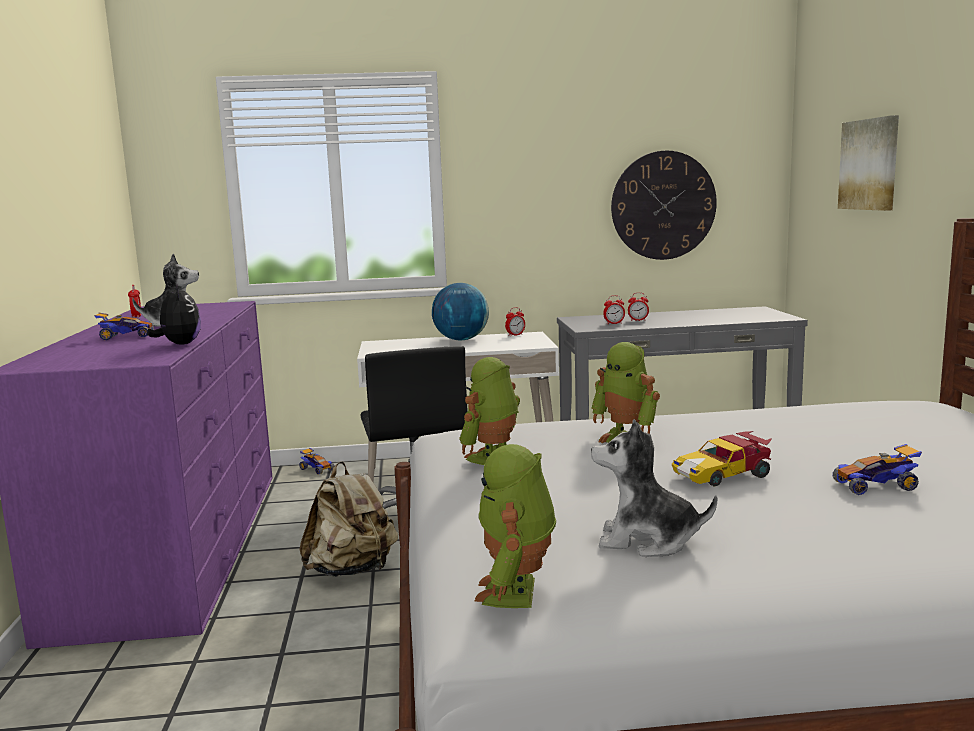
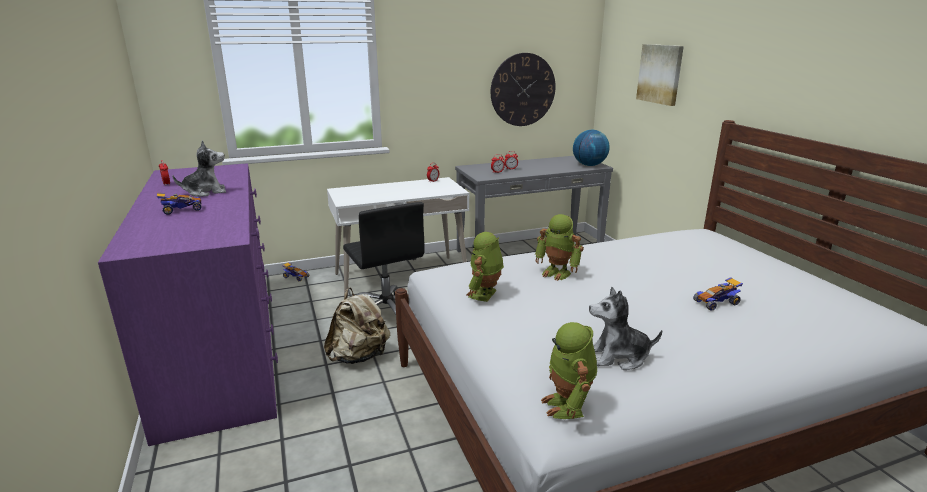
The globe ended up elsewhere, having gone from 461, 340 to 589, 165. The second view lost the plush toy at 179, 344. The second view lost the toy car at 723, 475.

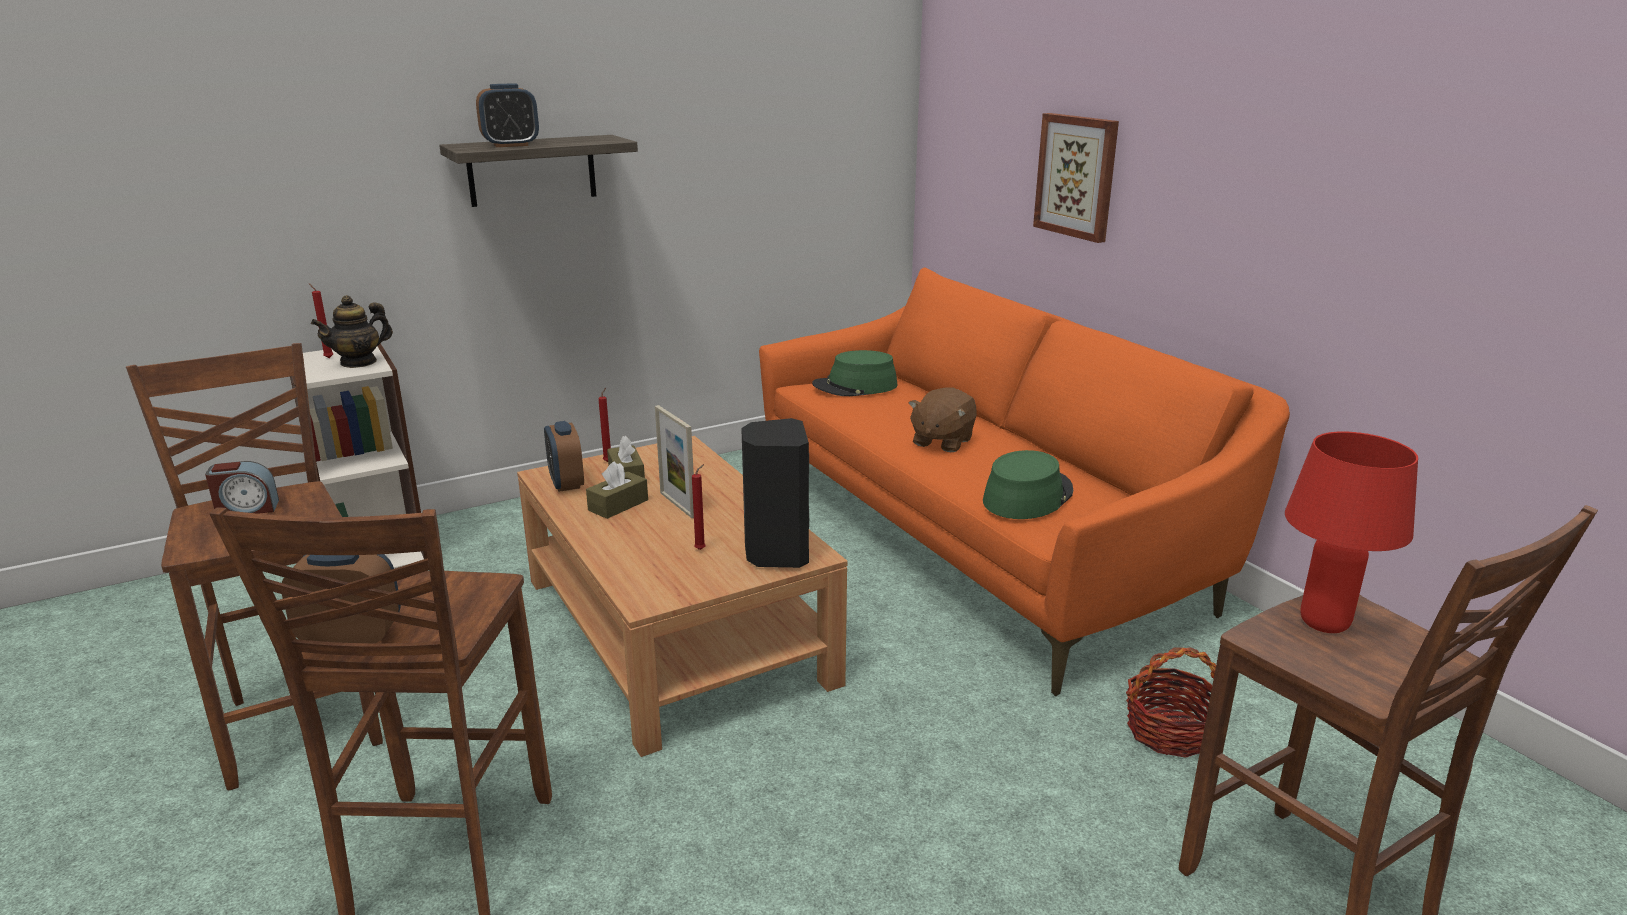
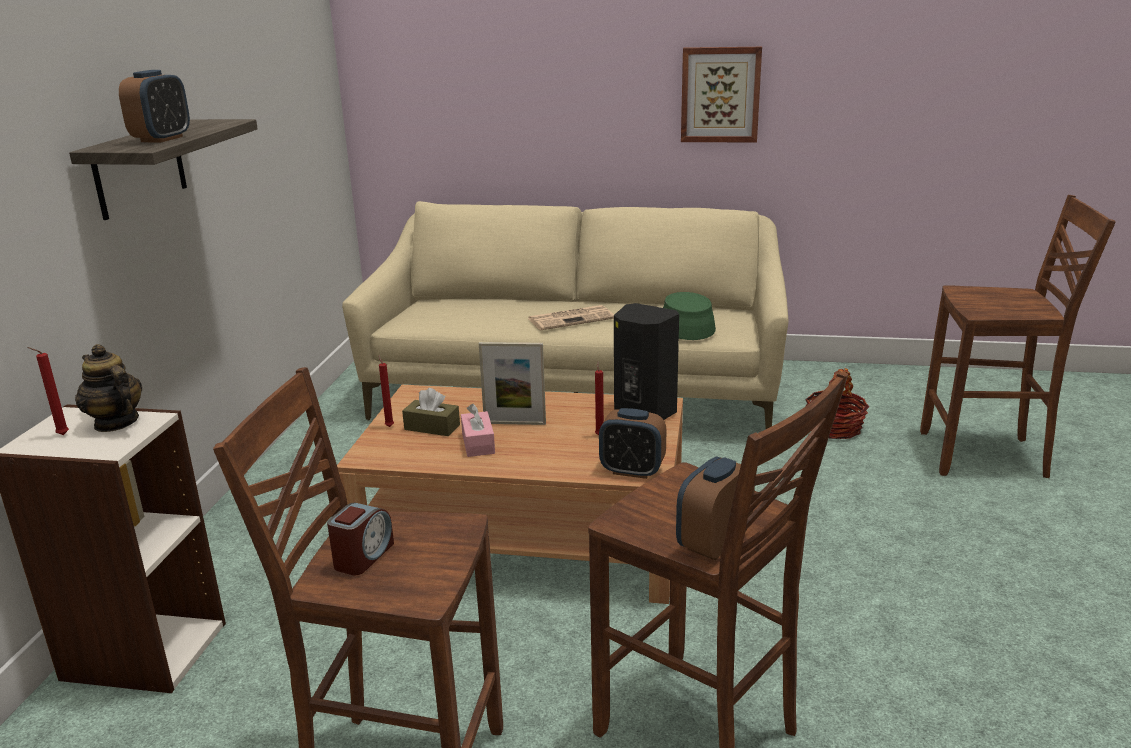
The teapot at 359, 362 ended up facing another way, 135 degrees clockwise from before. What was the orange sofa at 978, 538 turned into the beige sofa at 576, 391. What was the brown tissue box at 618, 505 turned into the pink tissue box at 478, 443. Where the brown plush toy stood at 941, 441, the newspaper came to stand at 571, 318. The alarm clock ended up elsewhere, having gone from 566, 483 to 632, 471. The picture ended up elsewhere, having gone from 1077, 176 to 720, 94. The second view lost the green hat at 855, 386. The second view lost the red table lamp at 1322, 623.

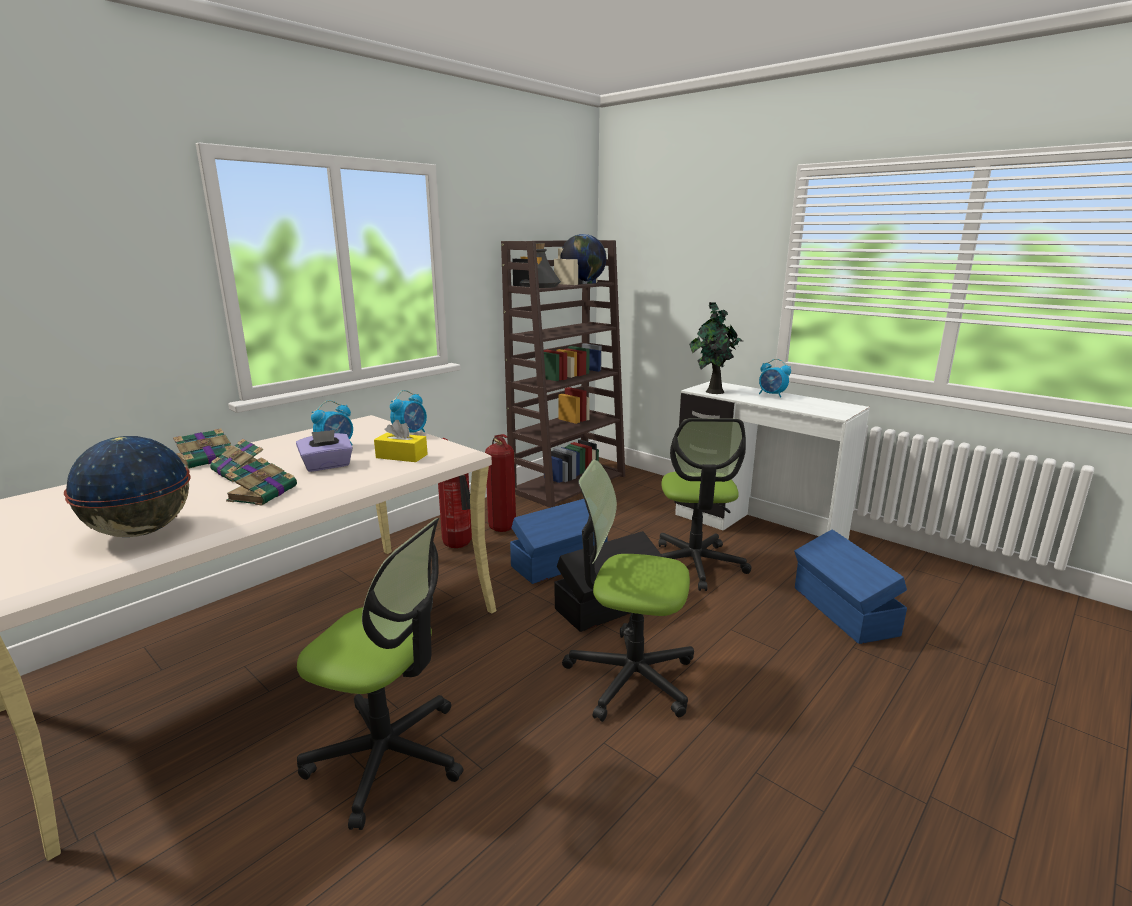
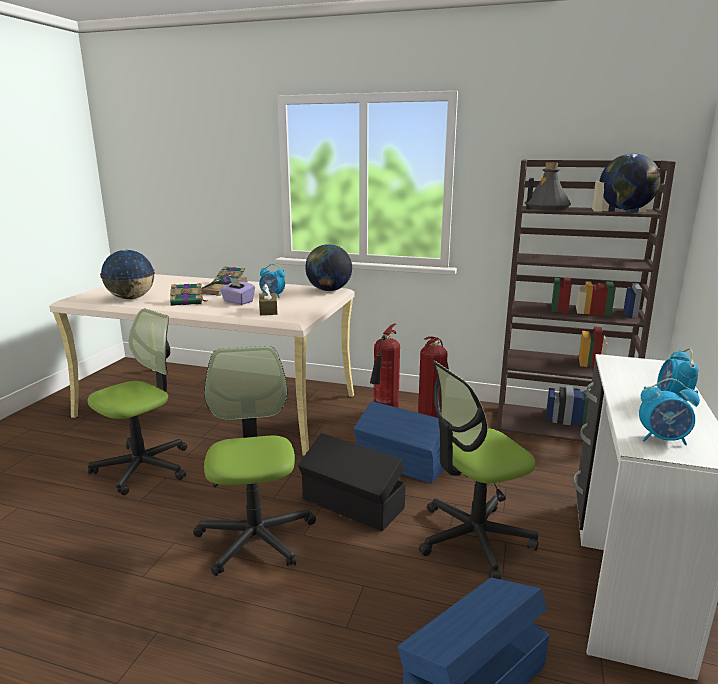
The office chair at 388, 757 ended up facing another way, 135 degrees counterclockwise from before. What was the yellow tissue box at 401, 456 turned into the brown tissue box at 268, 310. The second view gained the globe at 328, 290. The alarm clock ended up elsewhere, having gone from 410, 434 to 663, 439. The second view lost the potted plant at 713, 391.

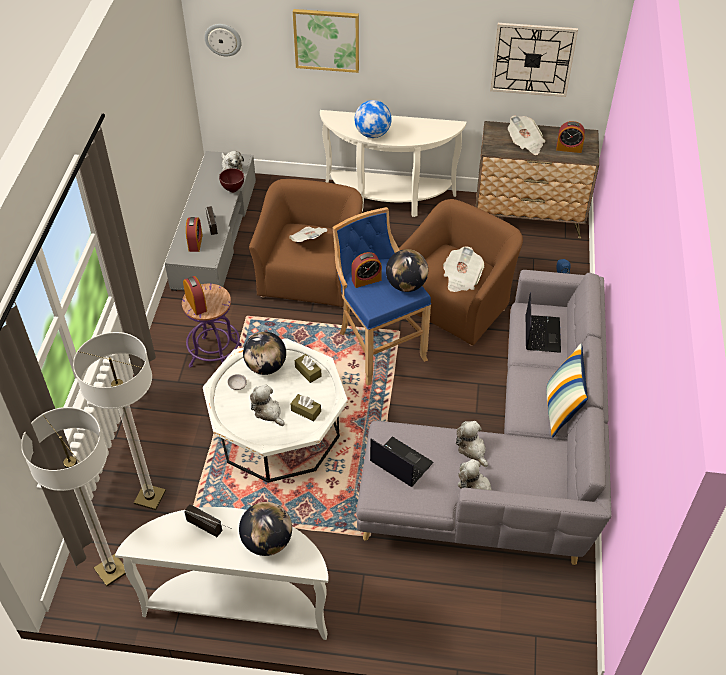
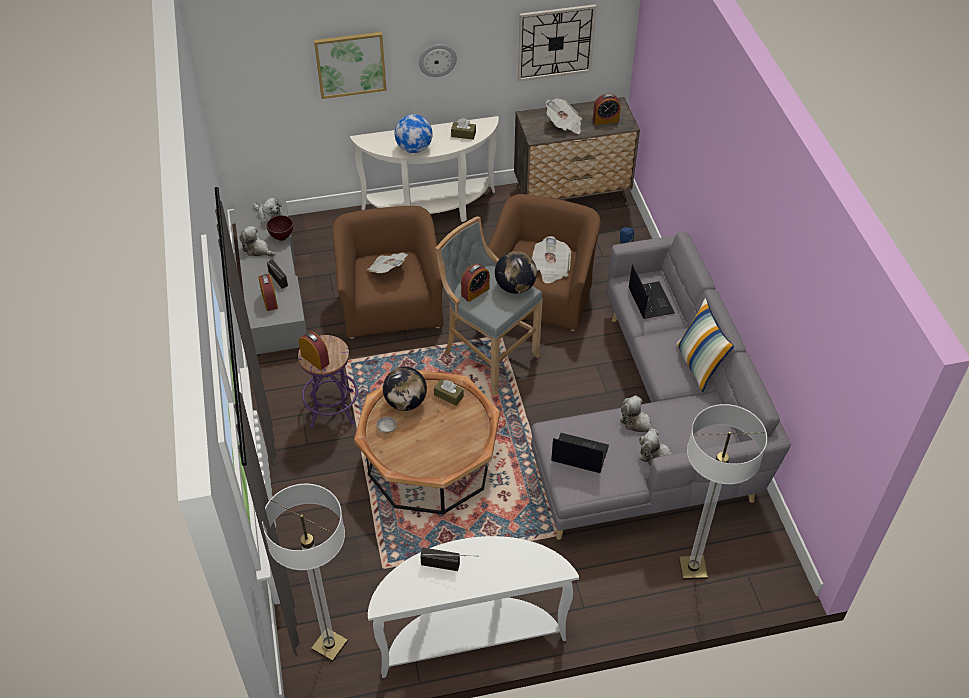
The plush toy ended up elsewhere, having gone from 268, 412 to 257, 250. What was the white coffee table at 278, 431 turned into the brown coffee table at 429, 463. The wall clock ended up elsewhere, having gone from 223, 39 to 437, 60. What was the blue stool at 378, 346 turned into the grey stool at 487, 355. The brown tissue box ended up elsewhere, having gone from 306, 411 to 463, 134. The floor lamp ended up elsewhere, having gone from 150, 497 to 692, 568. The second view lost the globe at 267, 542.

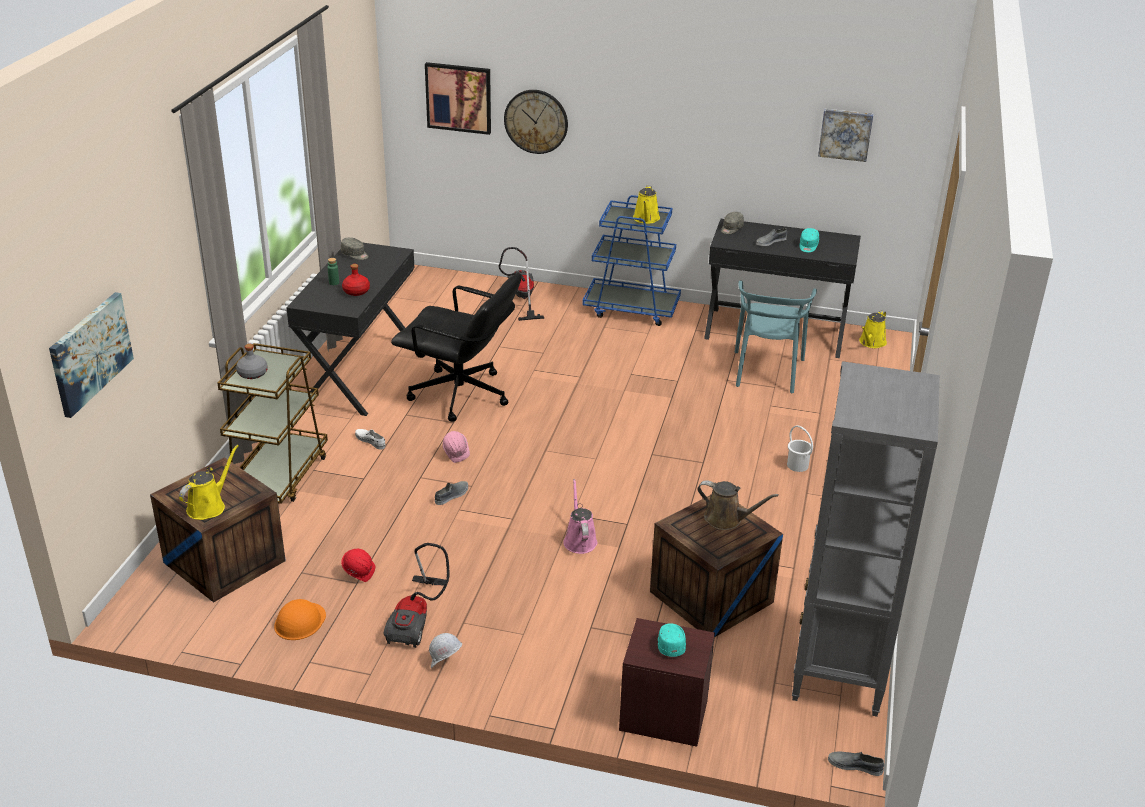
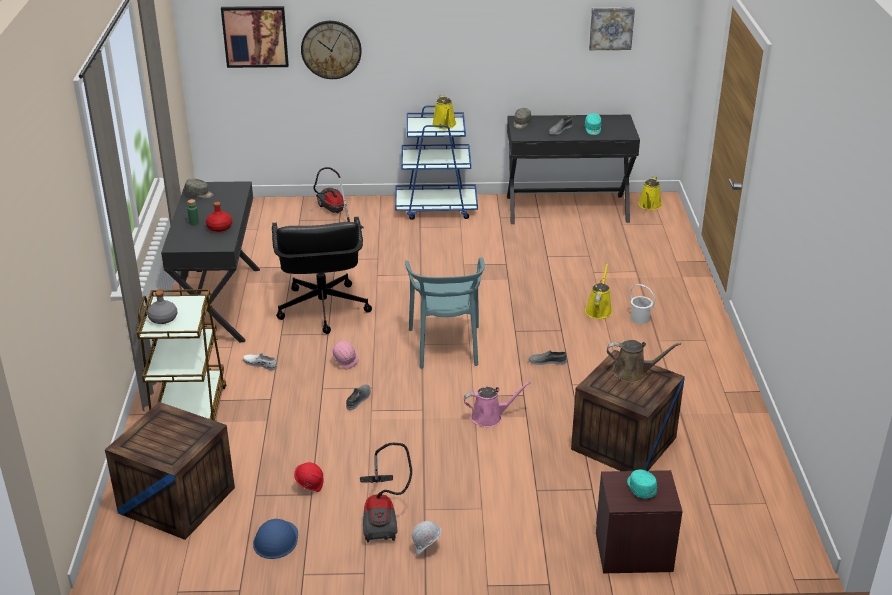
What was the orange hard hat at 300, 621 turned into the blue hard hat at 276, 540. The black office chair at 460, 395 ended up facing another way, 75 degrees clockwise from before. The turquoise chair ended up elsewhere, having gone from 767, 371 to 446, 346. The pink watering can at 579, 540 ended up facing another way, 105 degrees clockwise from before. The grey shoe ended up elsewhere, having gone from 855, 765 to 547, 361. The yellow watering can ended up elsewhere, having gone from 209, 506 to 599, 309. The second view lost the picture at 90, 353. The second view lost the grey bookcase at 838, 671.

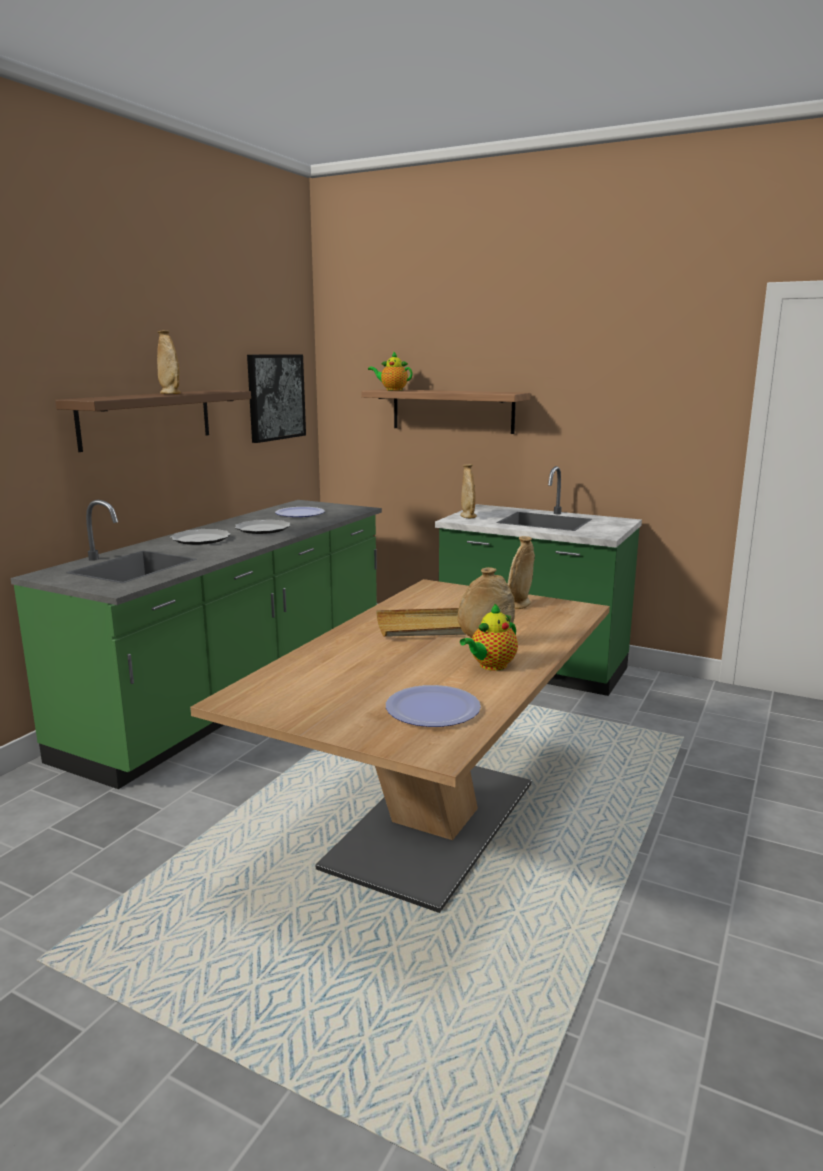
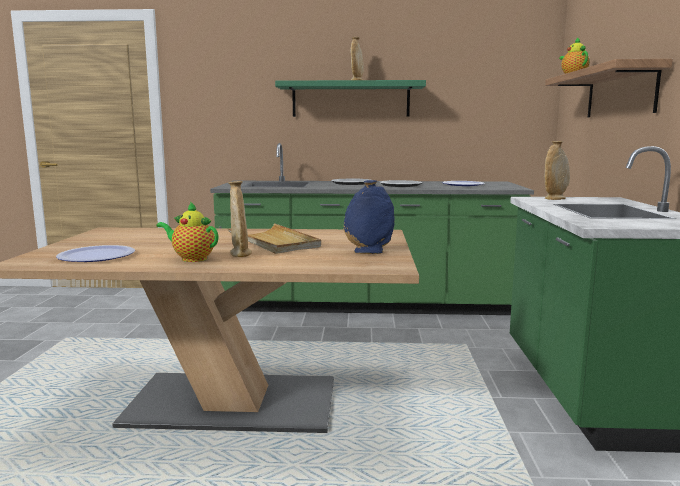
What was the brown shelf at 147, 418 turned into the green shelf at 350, 100. What was the beige vase at 519, 605 turned into the blue vase at 368, 252. The second view lost the picture at 275, 397.

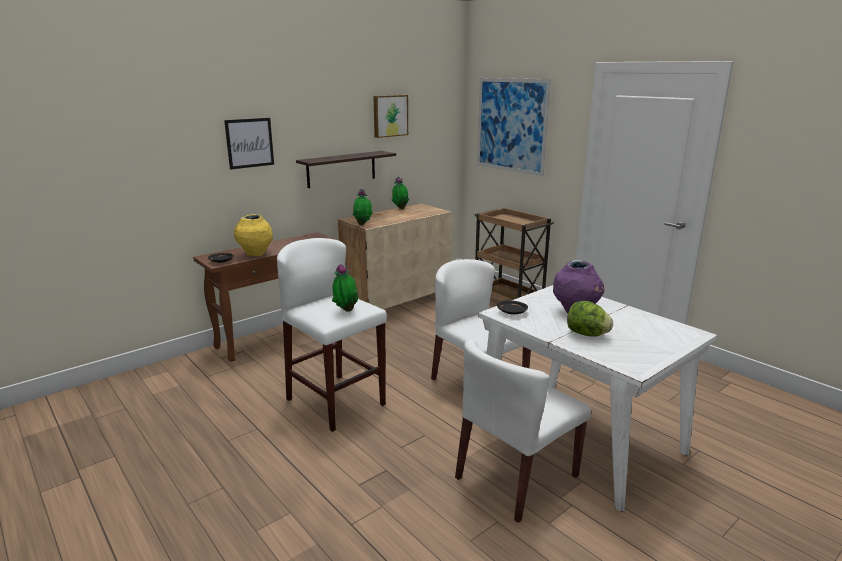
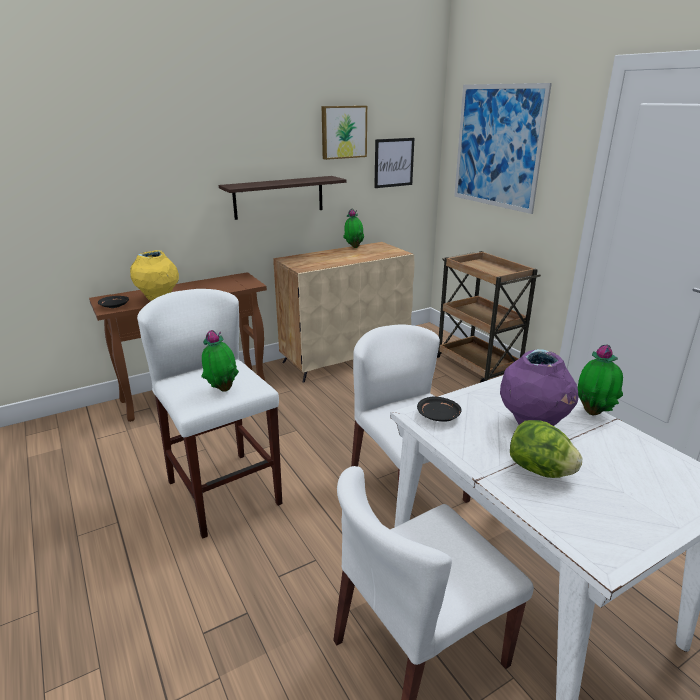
The picture ended up elsewhere, having gone from 249, 143 to 394, 162. The potted plant ended up elsewhere, having gone from 363, 224 to 594, 412.

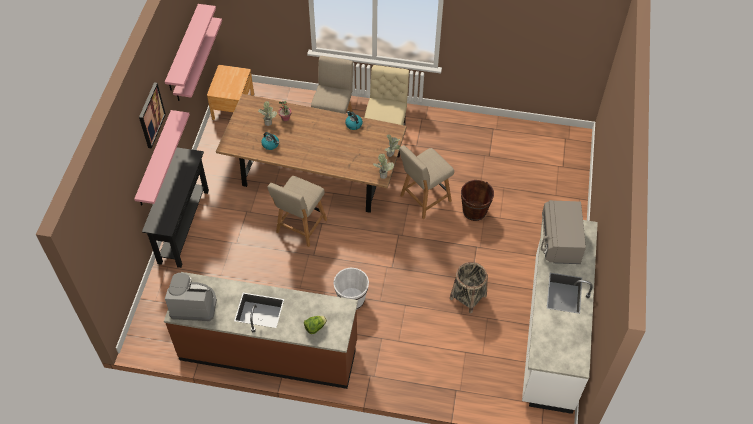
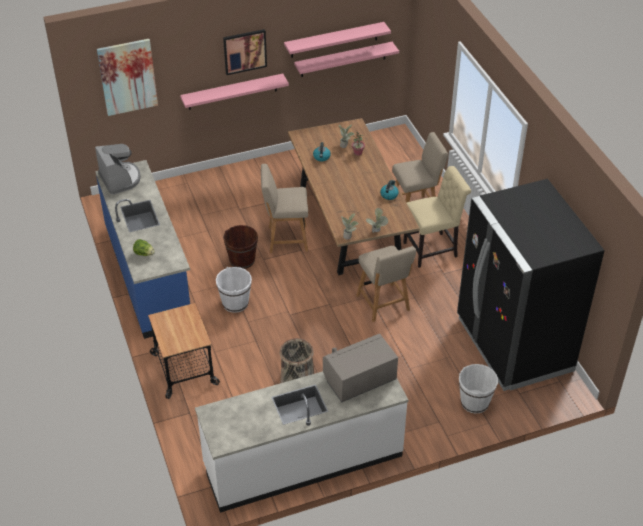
What was the brown counter at 269, 350 turned into the blue counter at 149, 275. The second view gained the picture at 127, 77. The second view gained the cart at 184, 369. The brown bucket ended up elsewhere, having gone from 474, 211 to 242, 260. The beige chair at 423, 199 ended up facing another way, 135 degrees counterclockwise from before. The second view gained the black fridge at 513, 344. The second view gained the white bucket at 474, 402. The second view lost the black console table at 183, 226. The second view lost the brown nightstand at 233, 106.

